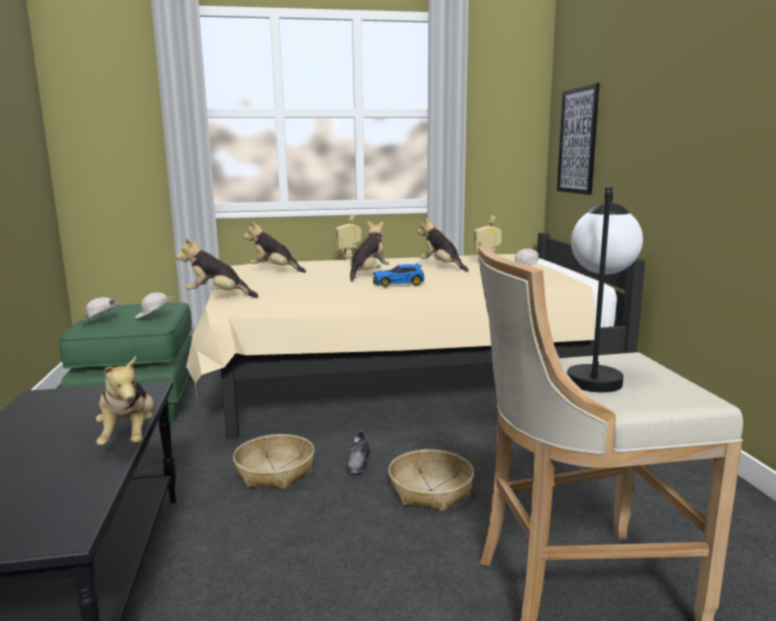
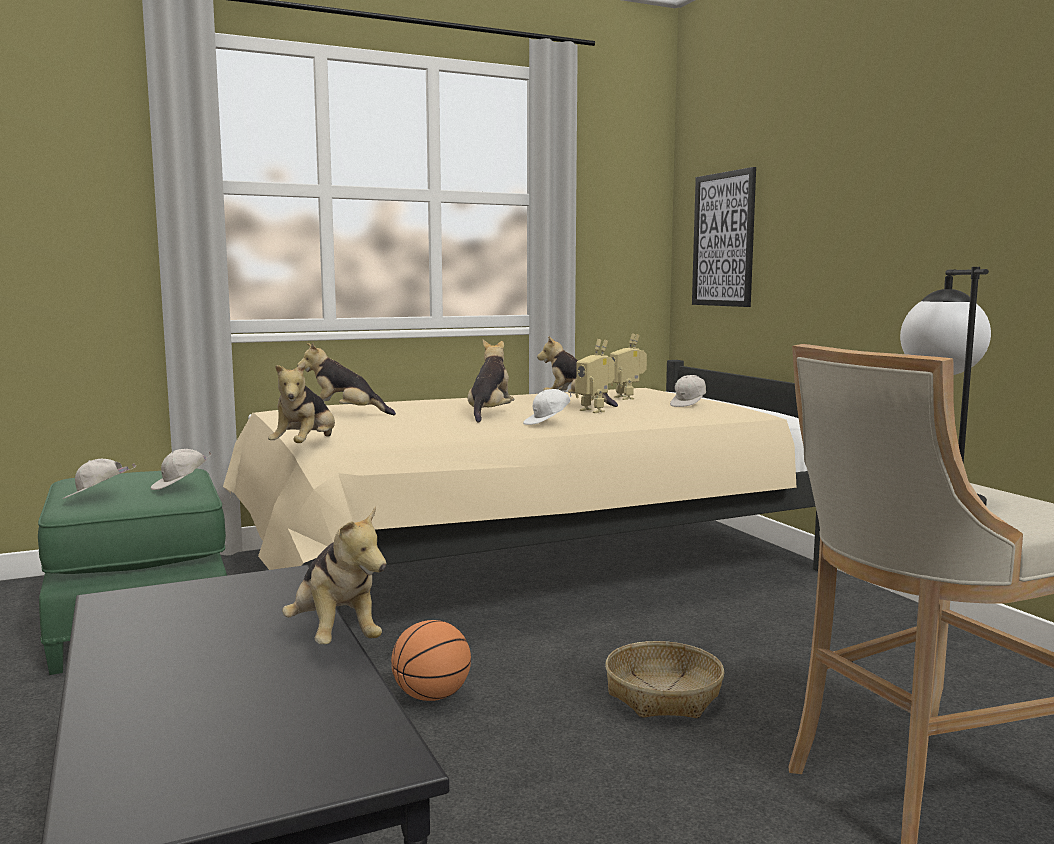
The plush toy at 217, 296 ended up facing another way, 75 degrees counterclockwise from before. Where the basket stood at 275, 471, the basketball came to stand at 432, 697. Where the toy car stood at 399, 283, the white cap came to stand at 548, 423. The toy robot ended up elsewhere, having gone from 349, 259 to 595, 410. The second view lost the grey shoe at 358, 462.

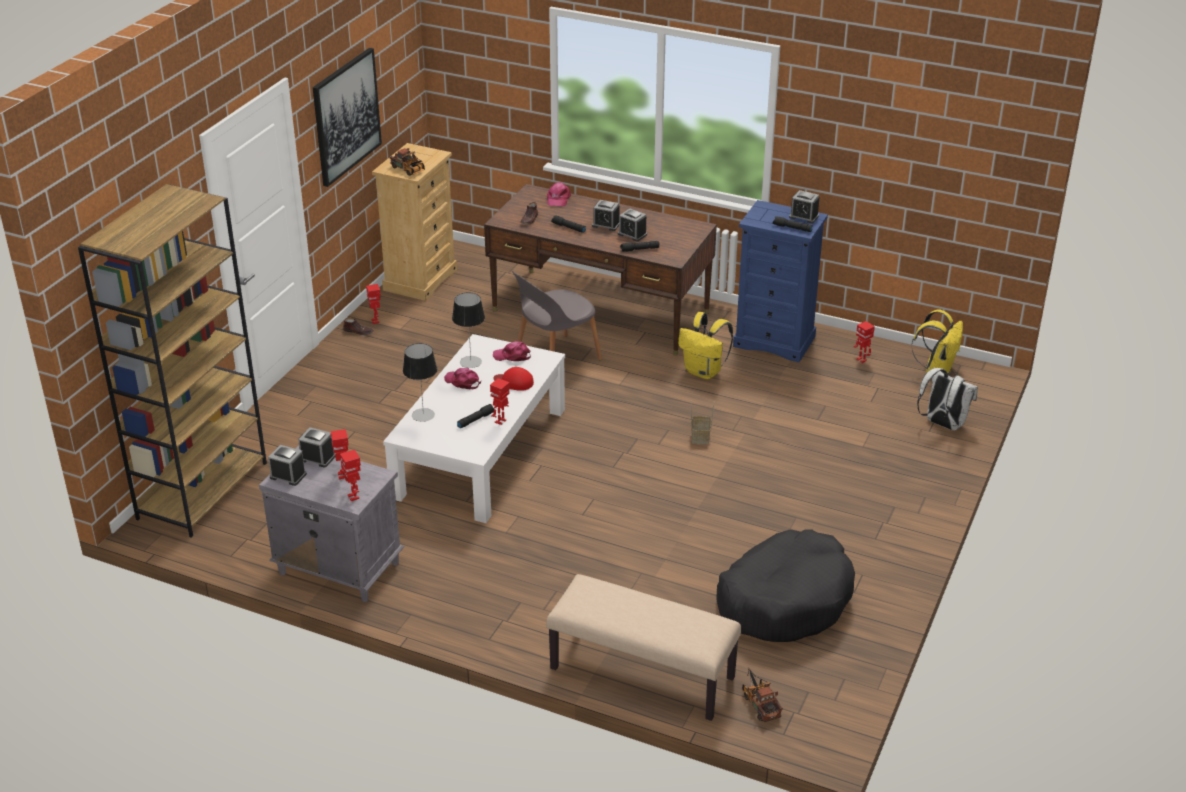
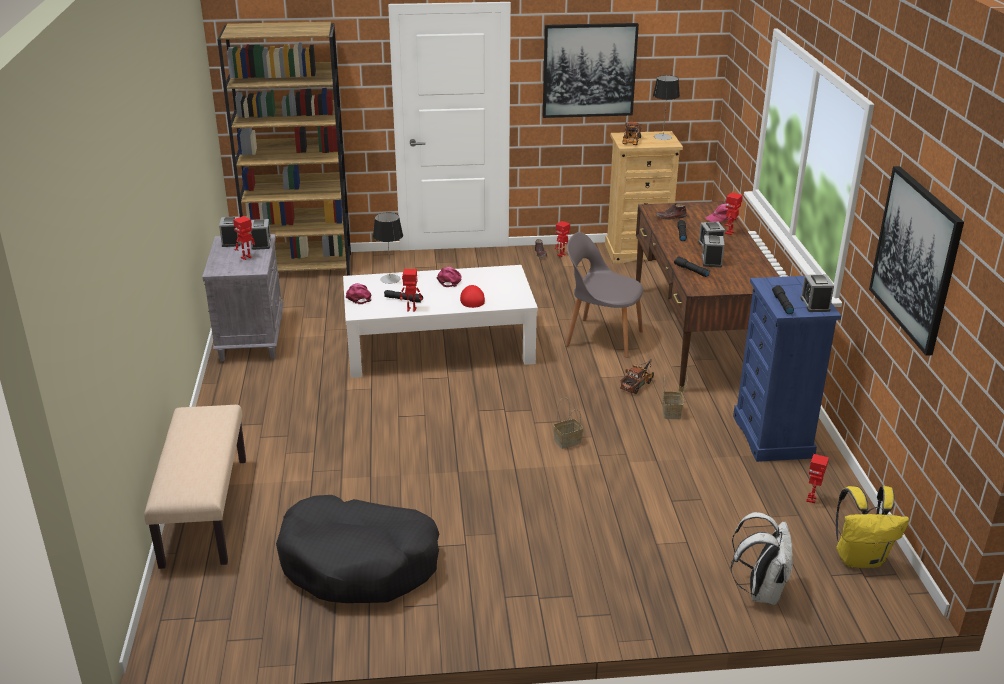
The pink cap ended up elsewhere, having gone from 512, 356 to 358, 297. The toy truck ended up elsewhere, having gone from 759, 703 to 638, 384. The table lamp ended up elsewhere, having gone from 470, 362 to 662, 137. Where the yellow backpack stood at 704, 372, the basket came to stand at 672, 413. The toy robot ended up elsewhere, having gone from 354, 497 to 730, 233. The second view gained the picture at 915, 258.

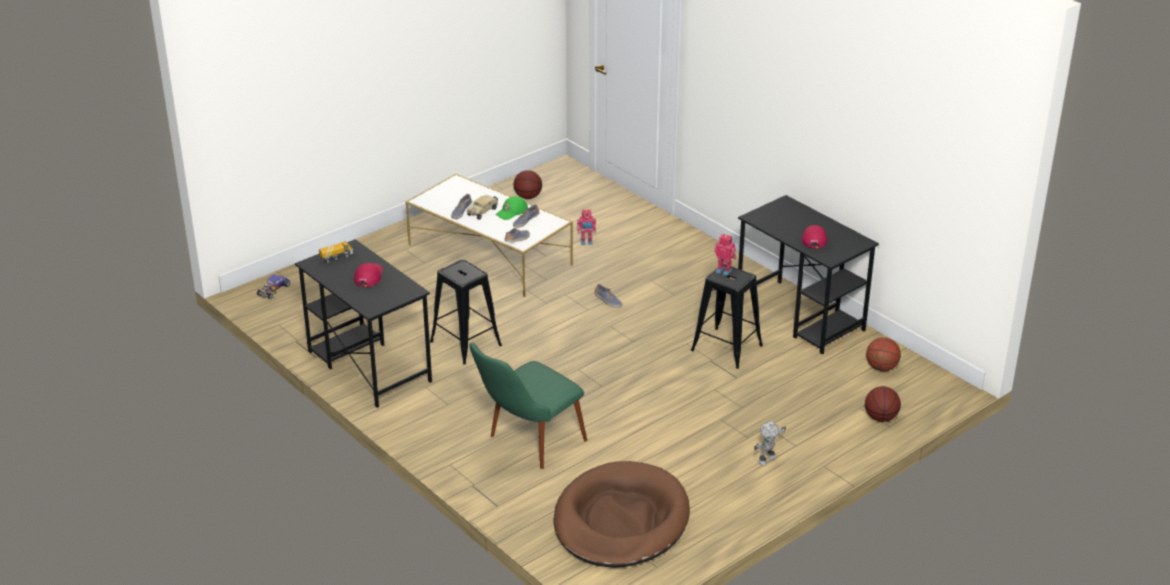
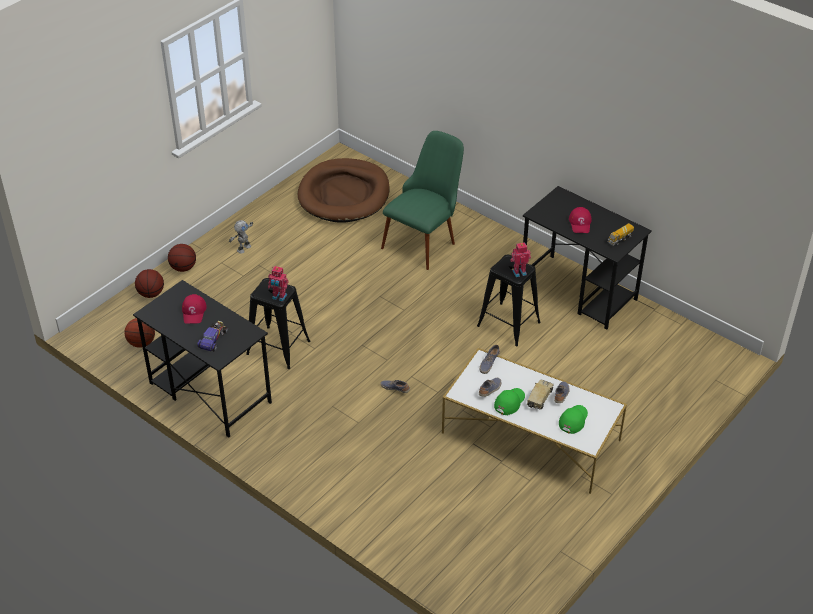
The basketball ended up elsewhere, having gone from 528, 197 to 183, 268. The toy car ended up elsewhere, having gone from 273, 290 to 213, 339. The toy robot ended up elsewhere, having gone from 586, 242 to 519, 272. The second view gained the green cap at 573, 420.

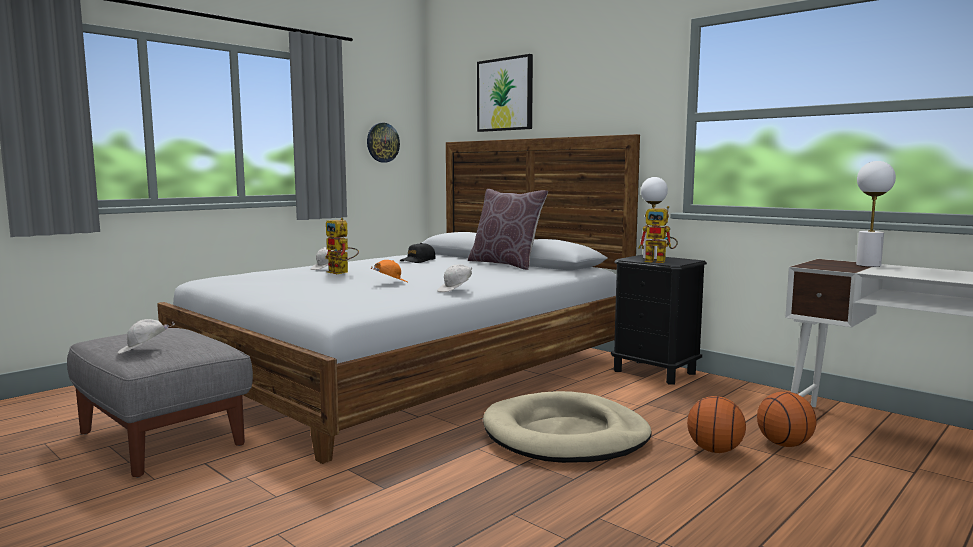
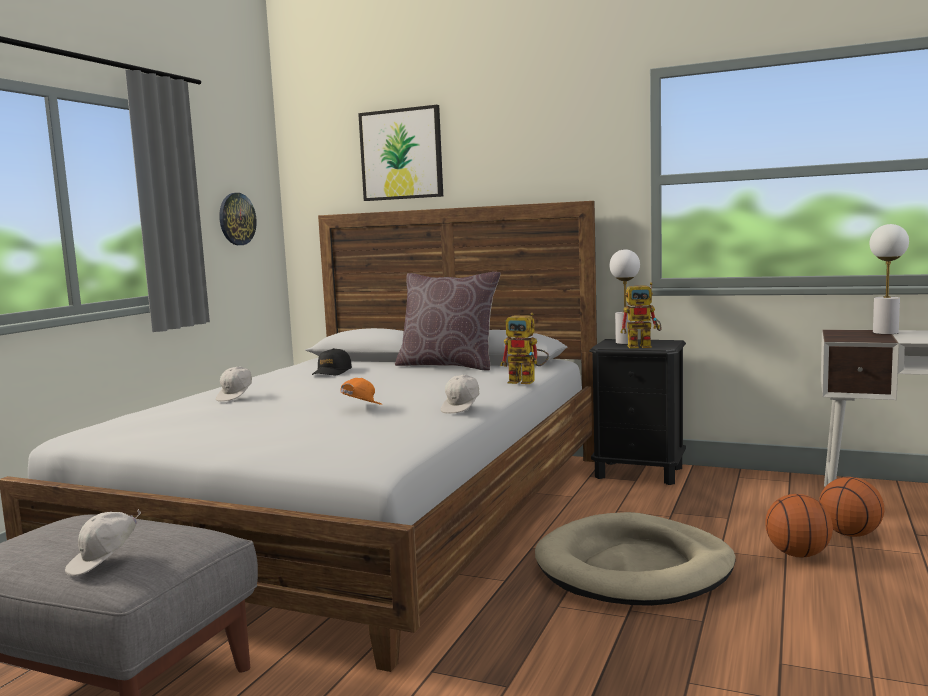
The toy robot ended up elsewhere, having gone from 342, 272 to 528, 381.

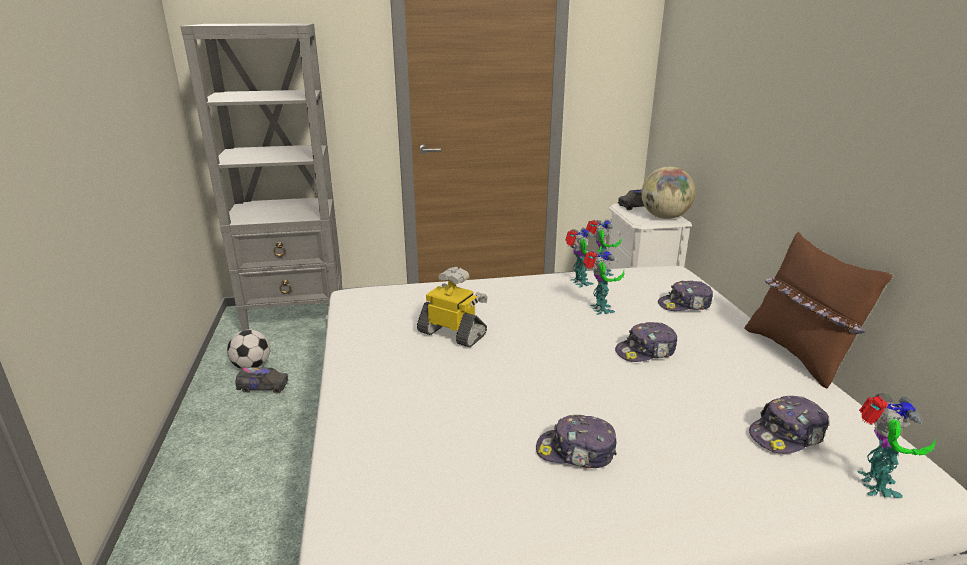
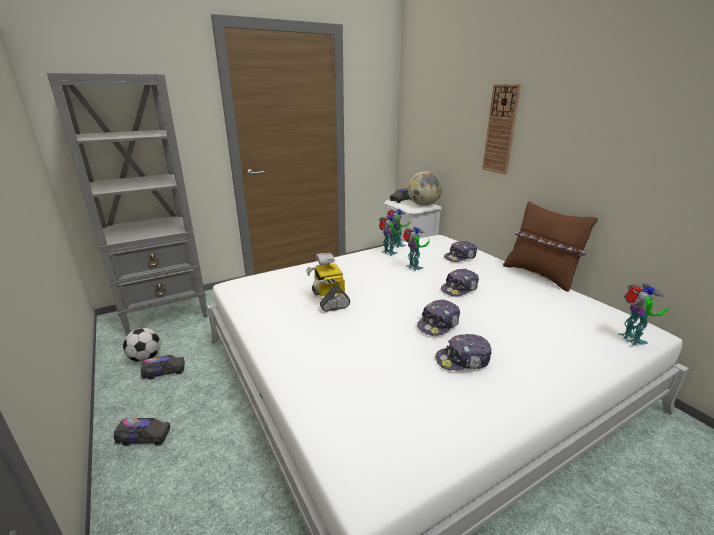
The second view gained the toy truck at 144, 437. The toy robot at 453, 333 ended up facing another way, 120 degrees counterclockwise from before. The cap ended up elsewhere, having gone from 787, 435 to 438, 324. The second view gained the wall clock at 501, 129.

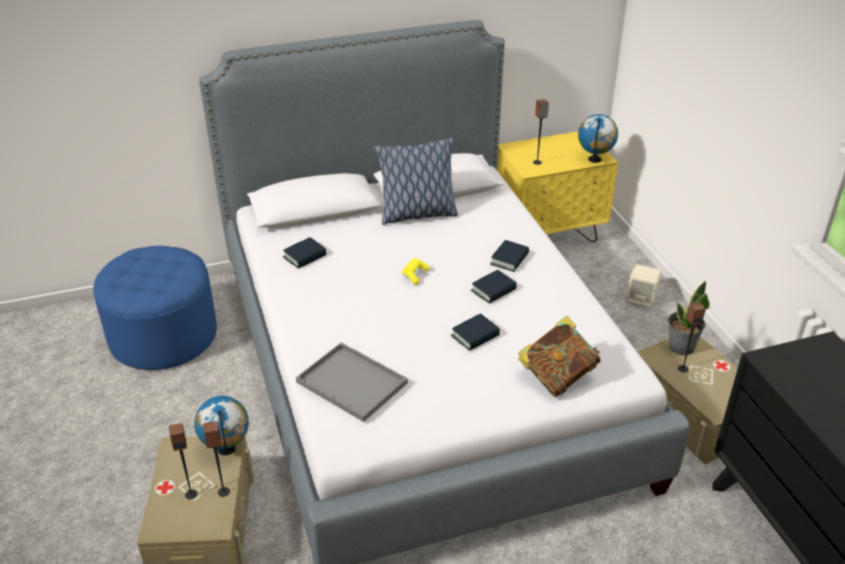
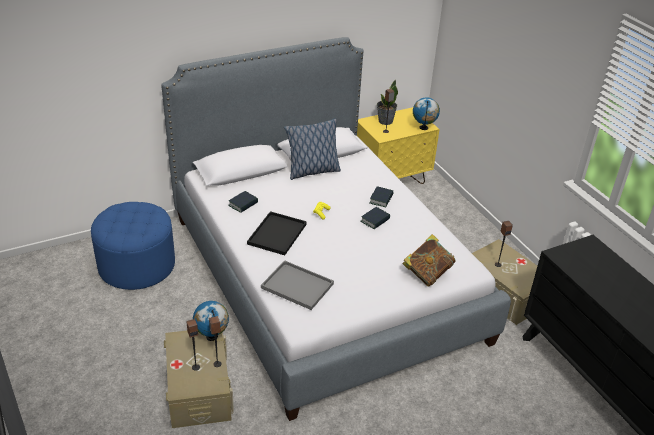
The second view gained the black tray at 277, 233. The potted plant ended up elsewhere, having gone from 681, 347 to 385, 121. The second view lost the book at 475, 336. The second view lost the beige speaker at 641, 299.

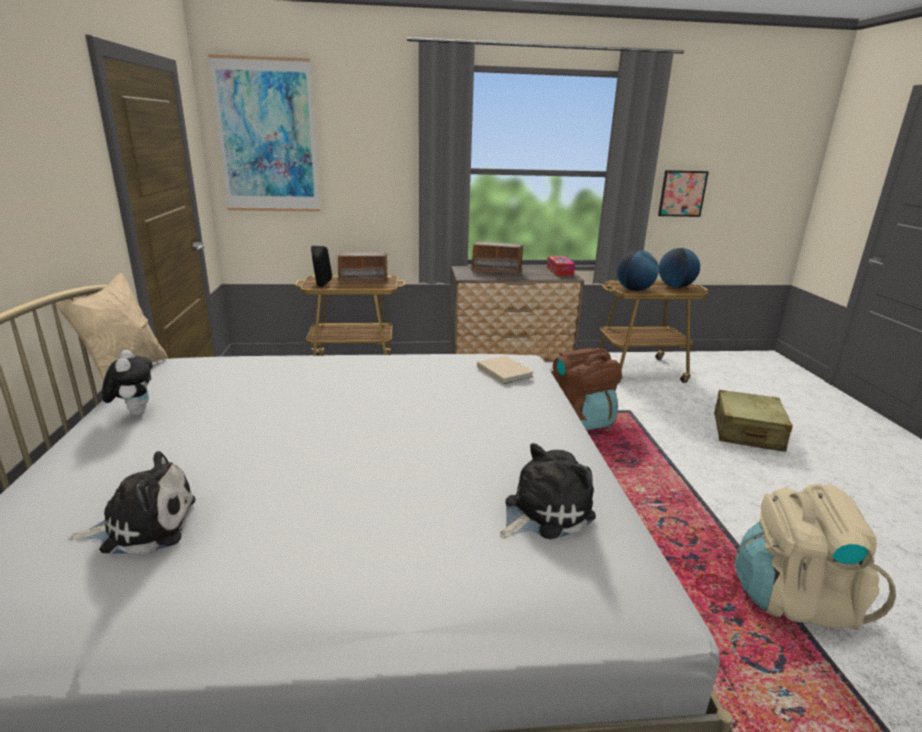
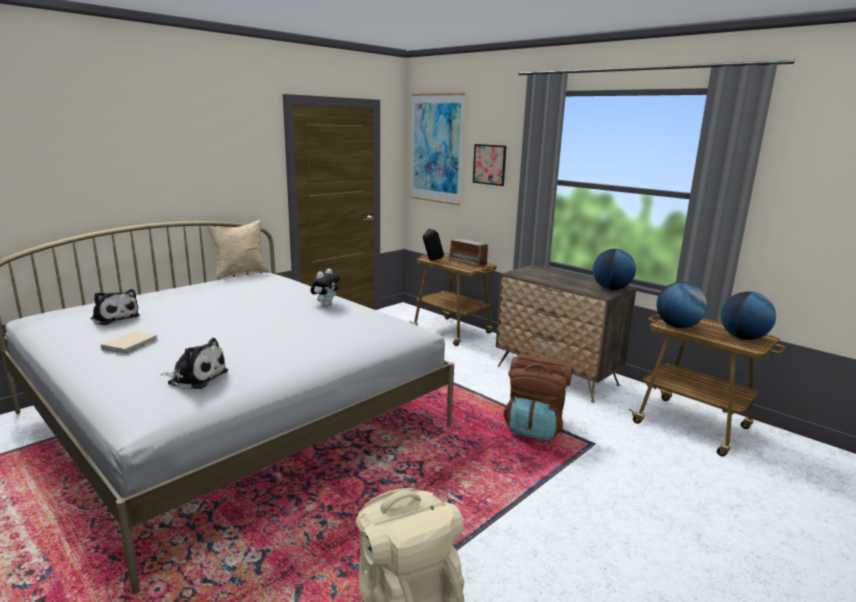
The beige book ended up elsewhere, having gone from 504, 371 to 132, 344. The plush toy ended up elsewhere, having gone from 135, 412 to 326, 304. The picture ended up elsewhere, having gone from 682, 193 to 489, 164. Where the tissue box stood at 560, 271, the globe came to stand at 611, 289. The second view lost the radio at 497, 271. The second view lost the beige suitcase at 746, 432.

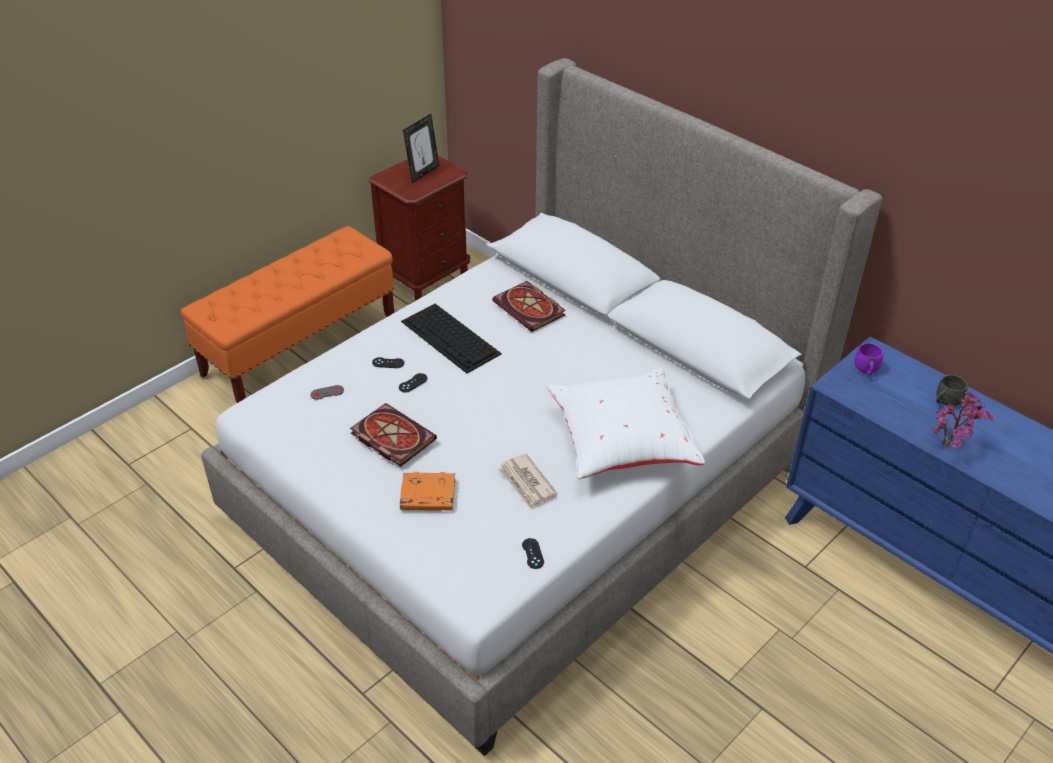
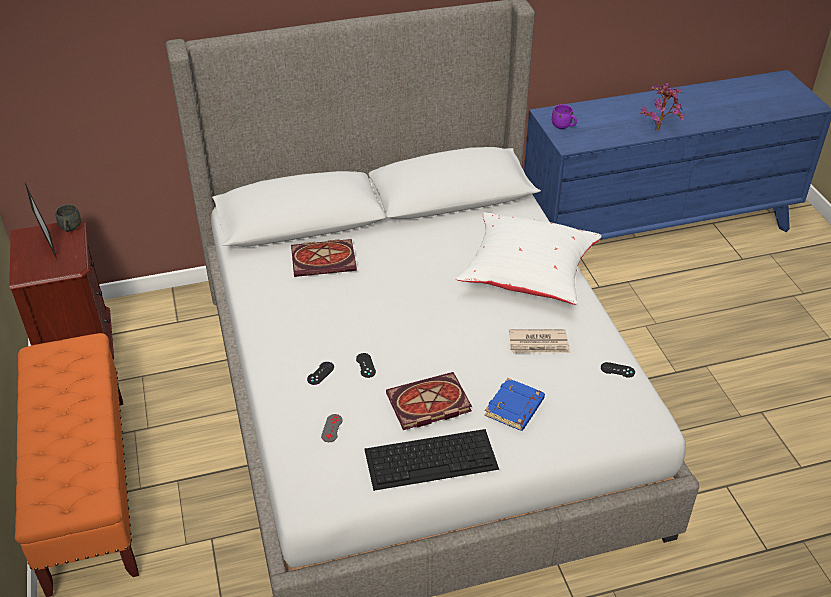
The grey mug ended up elsewhere, having gone from 945, 402 to 70, 229. The keyboard ended up elsewhere, having gone from 451, 338 to 432, 458. What was the orange book at 427, 496 turned into the blue book at 515, 408.

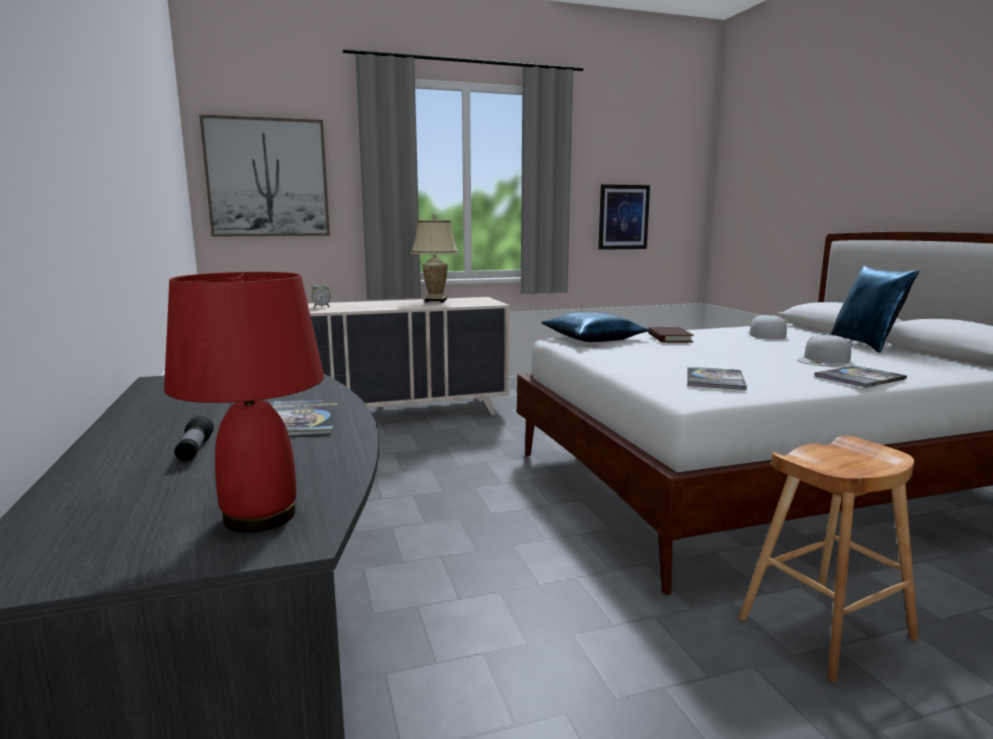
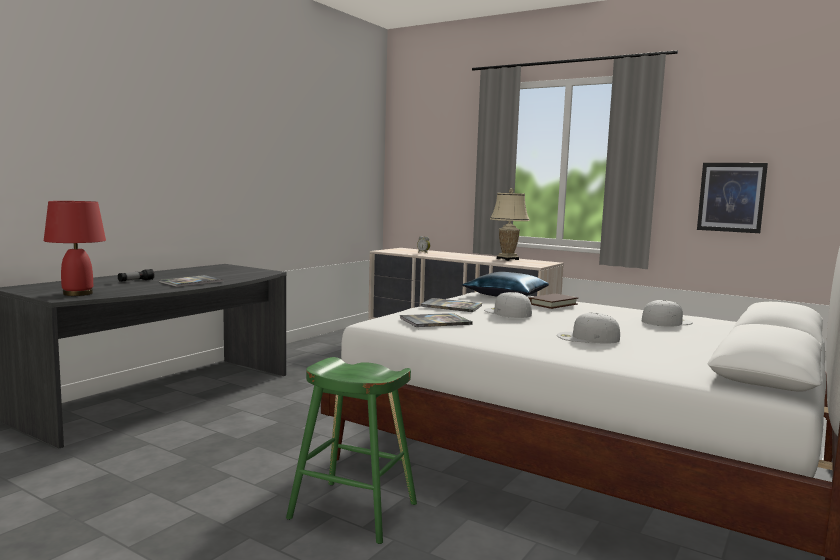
What was the brown stool at 826, 628 turned into the green stool at 353, 511. The book ended up elsewhere, having gone from 859, 378 to 451, 306. The second view gained the white cap at 507, 312. The second view lost the picture at 267, 178. The second view lost the blue pillow at 866, 345.

